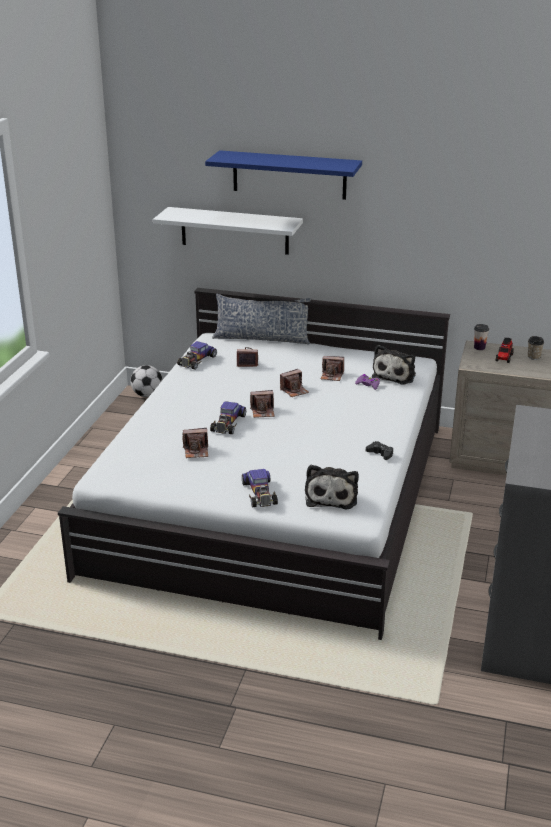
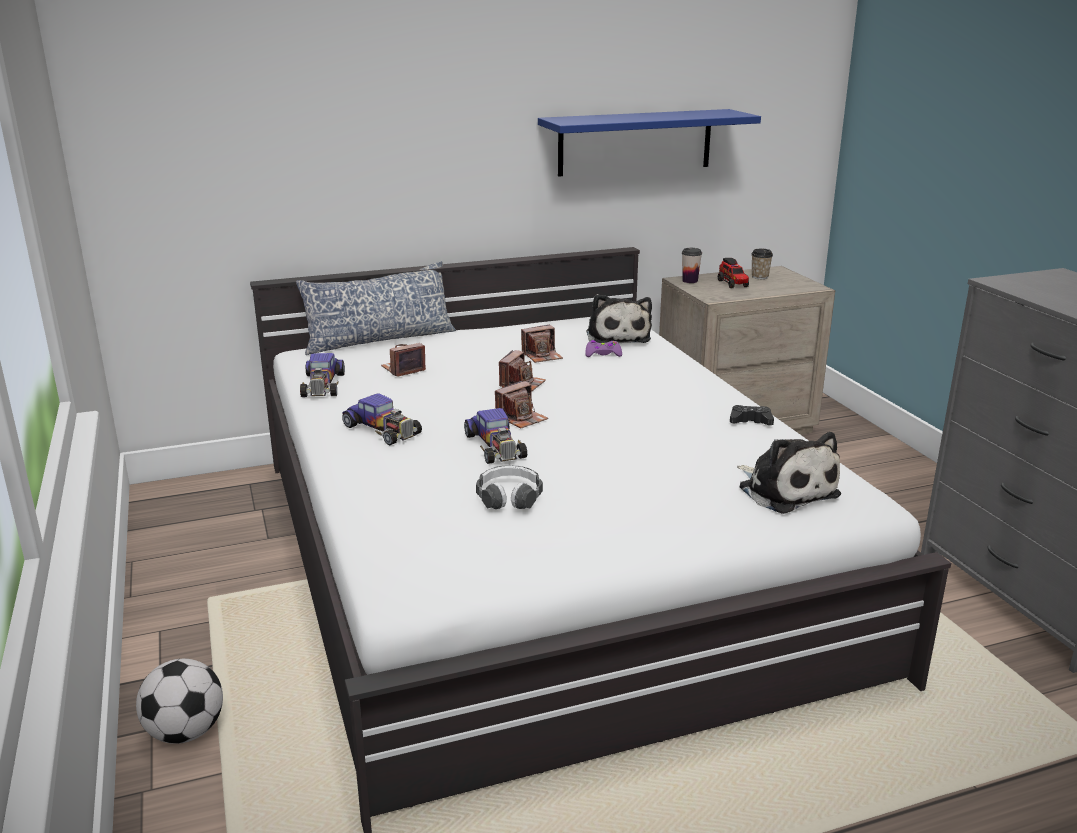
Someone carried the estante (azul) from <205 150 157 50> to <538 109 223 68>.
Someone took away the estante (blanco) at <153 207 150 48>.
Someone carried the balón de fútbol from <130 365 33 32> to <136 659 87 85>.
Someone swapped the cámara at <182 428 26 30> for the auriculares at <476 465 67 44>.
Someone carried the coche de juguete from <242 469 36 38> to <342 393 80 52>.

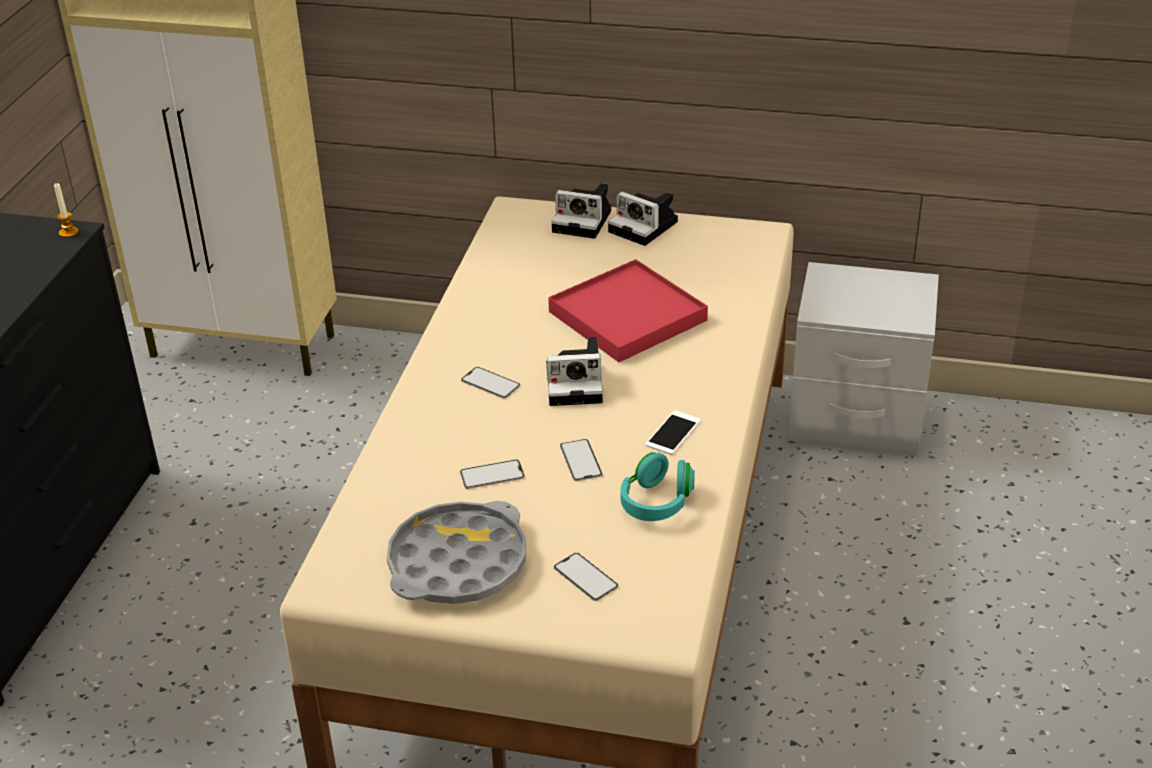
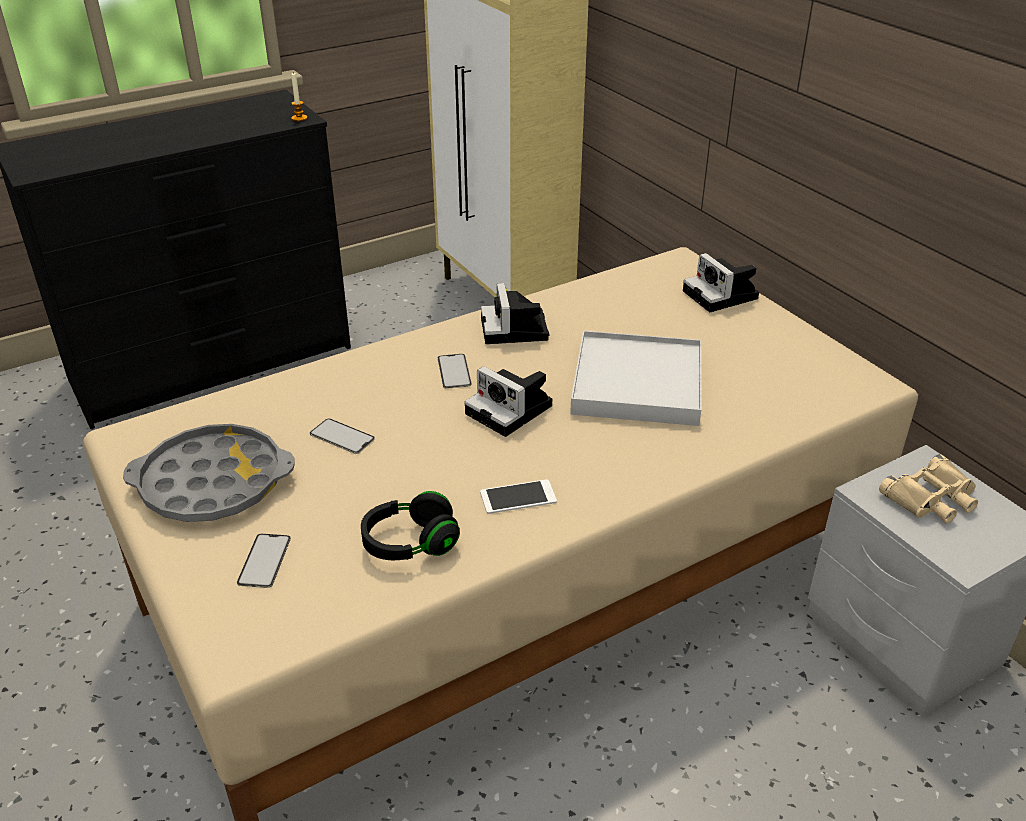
Someone carried the cámara from <608 192 70 54> to <481 283 68 61>.
Someone repainted the bandeja (rojo) at <548 259 160 103>, which became the bandeja (blanco) at <570 331 132 95>.
Someone took away the móvil at <560 439 42 42>.
Someone repainted the auriculares (turquesa) at <620 452 75 69>, which became the auriculares (negro) at <361 491 99 69>.
Someone put down the prismáticos (beis) at <879 454 99 69>.

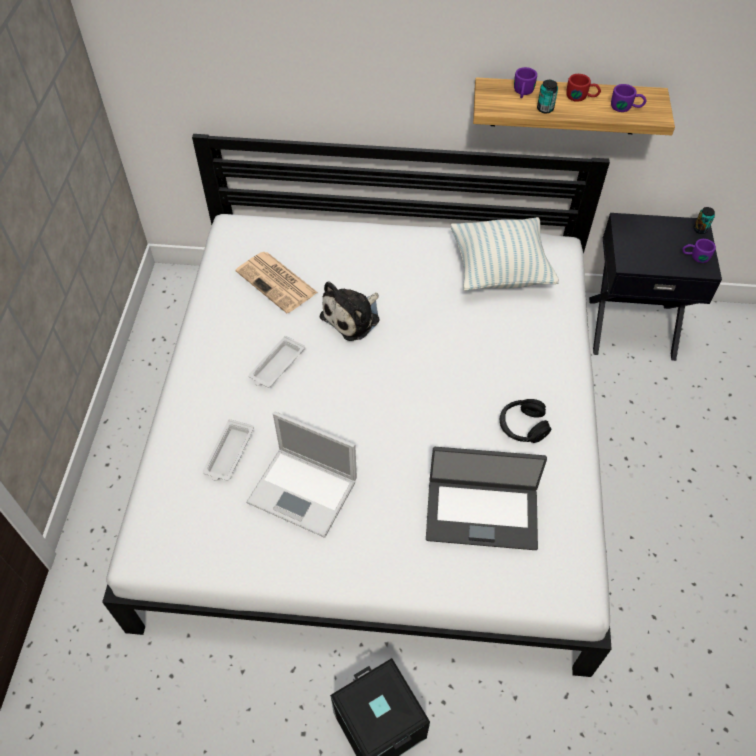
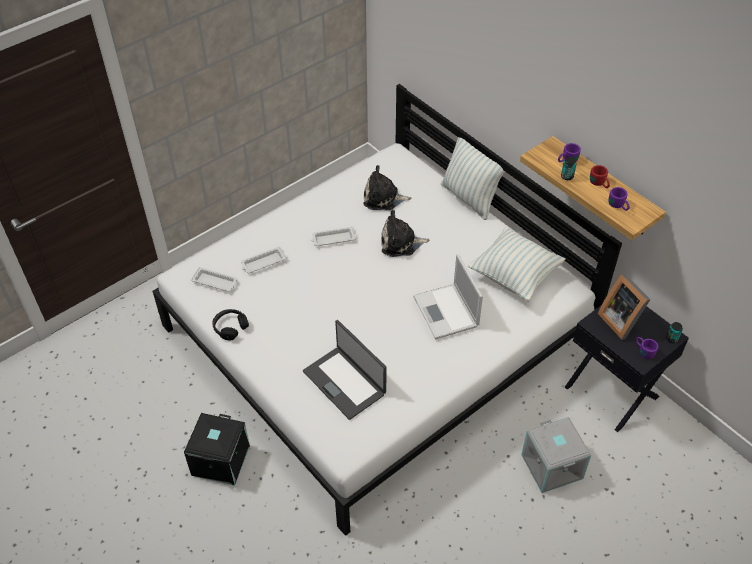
Someone swapped the periódico at <236 252 82 61> for the peluche at <363 165 48 45>.
Someone carried the auriculares (negro) from <500 399 51 44> to <212 309 37 31>.
Someone carried the portátil from <246 412 111 126> to <413 254 70 85>.
Someone put down the cojín at <441 137 64 83>.
Someone put down the bandeja (blanco) at <191 267 46 25>.
Someone put down the portarretratos at <598 273 53 67>.
Someone put down the caja de almacenaje (gris) at <521 417 70 76>.

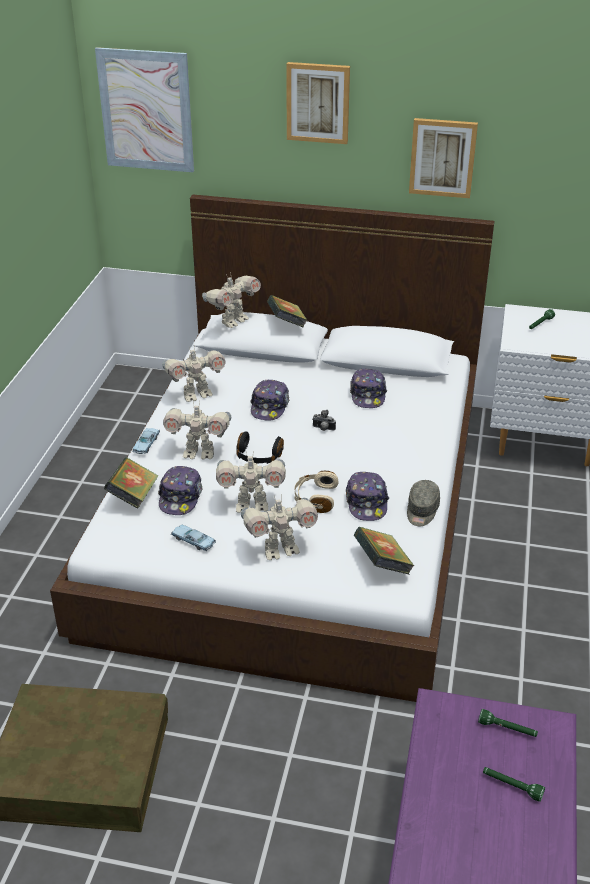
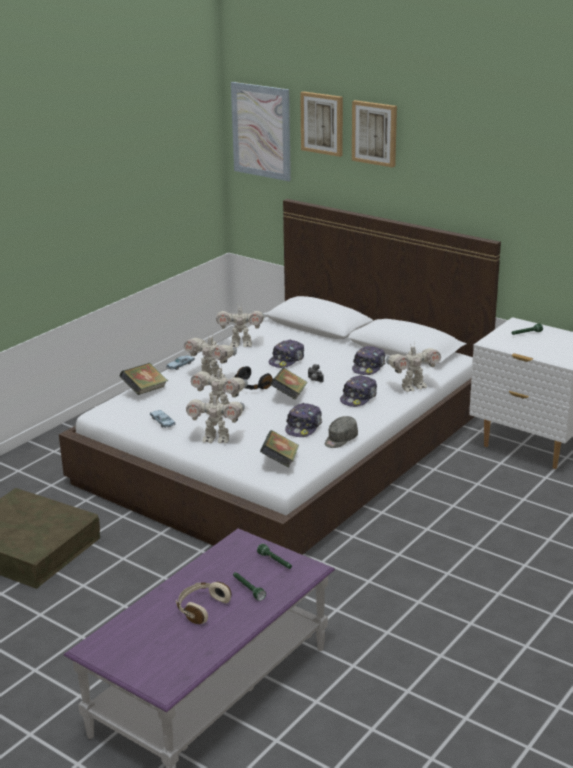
Someone carried the cuadro from <409 118 69 80> to <300 91 43 66>.
Someone carried the robot de juguete from <202 272 59 56> to <386 344 55 48>.
Someone carried the libro from <267 295 41 33> to <270 368 38 32>.
Someone carried the gorra from <158 466 45 49> to <340 375 37 32>.
Someone carried the auriculares (beis) from <294 471 44 42> to <176 581 56 43>.

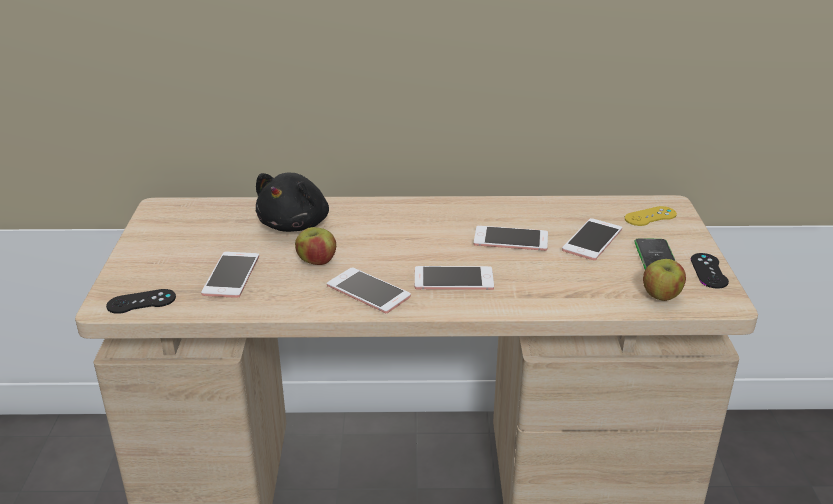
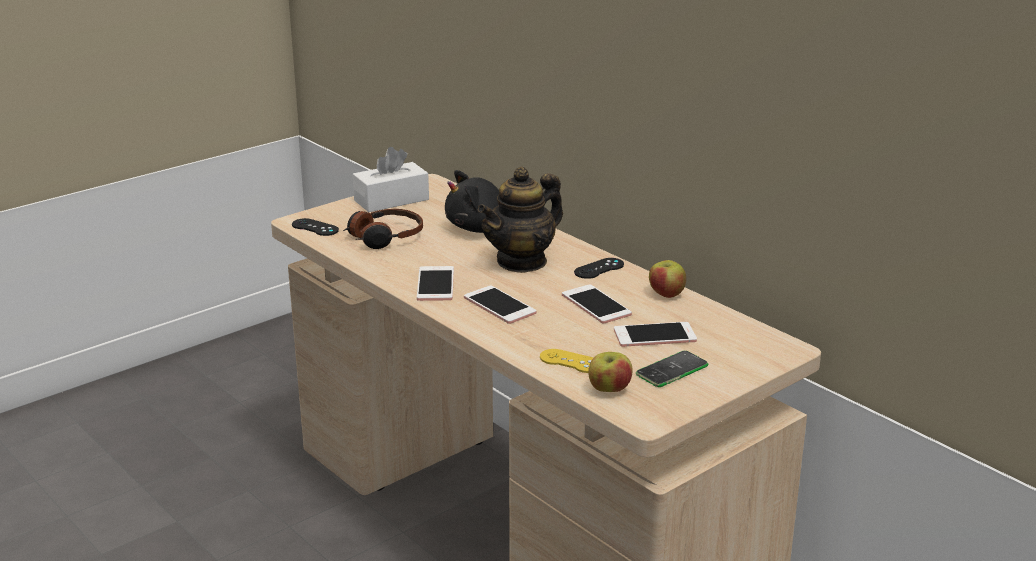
Someone carried the mando de consola (amarillo) from <625 206 52 20> to <540 349 54 24>.
Someone carried the manzana from <295 227 41 38> to <649 260 37 38>.
Someone swapped the móvil at <201 252 58 46> for the auriculares at <343 209 80 40>.
Someone carried the mando de consola (negro) from <691 253 38 36> to <574 258 50 21>.
Someone put down the caja de pañuelos (blanco) at <353 147 76 65>.
Someone put down the tetera at <478 166 85 107>.

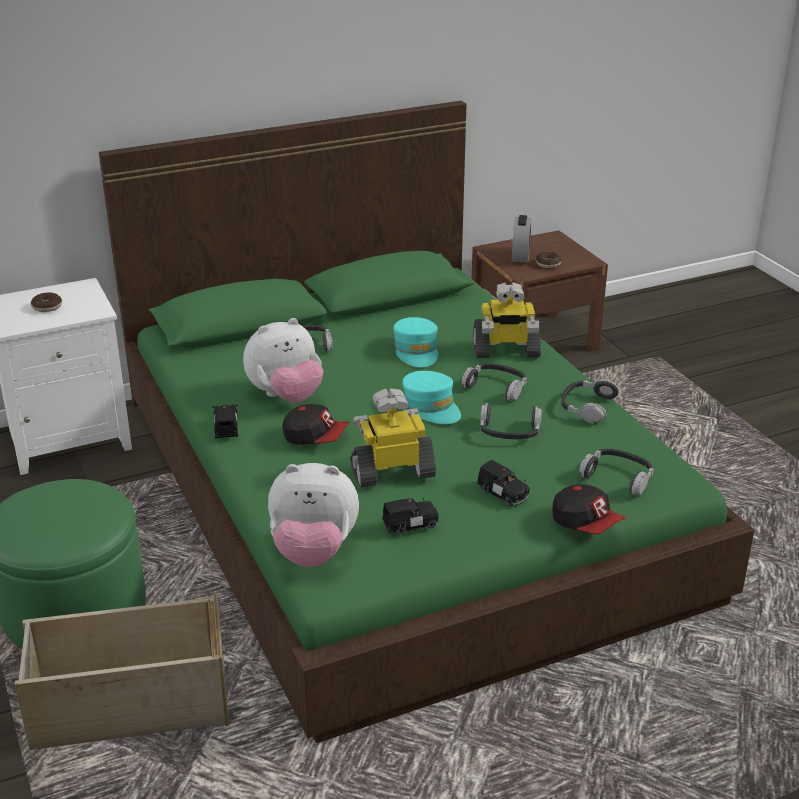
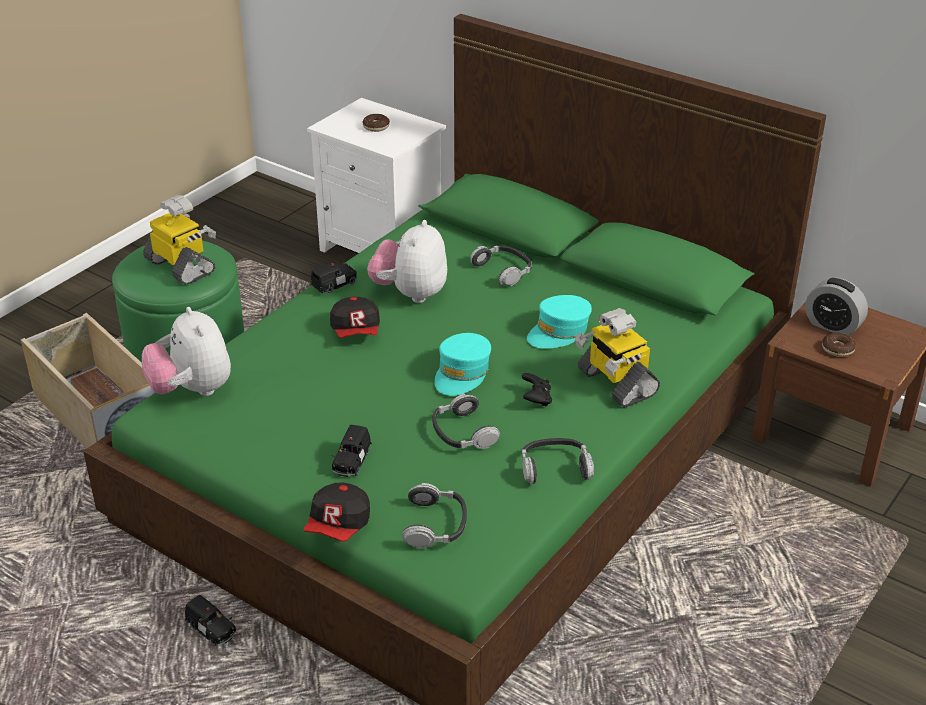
Someone rotated the despertador at <512 215 20 48> by 60 degrees clockwise.
Someone rotated the peluche at <243 318 80 85> by 75 degrees clockwise.
Someone swapped the auriculares at <461 363 66 38> for the mando de consola (negro) at <522 373 30 34>.
Someone carried the robot de juguete from <350 389 86 99> to <143 195 73 90>.
Someone carried the coche de juguete (negro) from <382 498 57 37> to <185 595 51 51>.

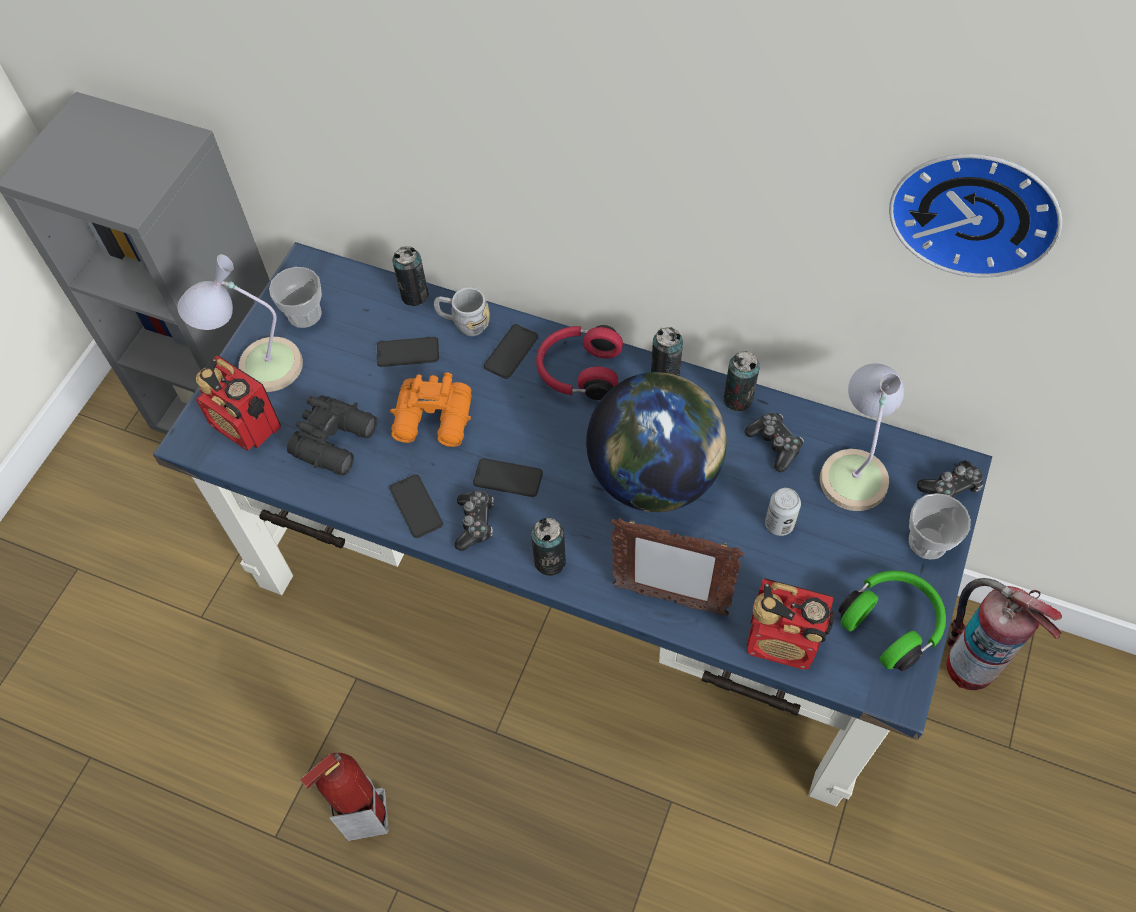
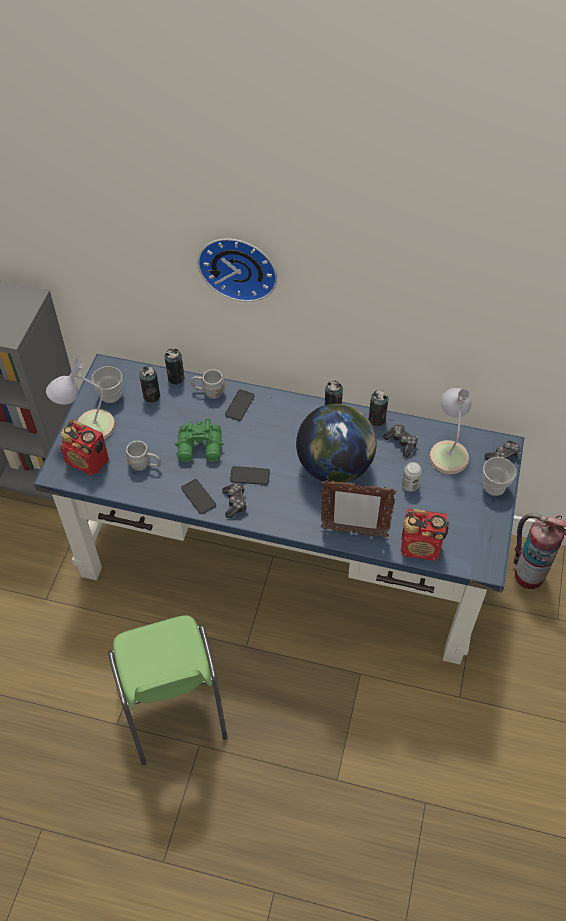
Someone carried the reloj de pared from <889 154 173 124> to <198 238 79 64>.
Someone took away the auriculares (rojo) at <536 325 87 75>.
Someone took away the móvil at <377 337 62 30>.
Someone repainted the prismáticos (naranja) at <390 373 82 74>, which became the prismáticos (verde) at <175 418 49 44>.
Someone swapped the prismáticos (negro) at <287 395 90 81> for the taza grande (gris) at <126 441 35 30>.
Someone carried the lata from <531 518 35 58> to <139 366 21 37>.
Someone took away the auriculares (verde) at <838 571 108 100>.
Someone swapped the extintor at <300 753 89 88> for the silla (verde) at <108 615 120 150>.

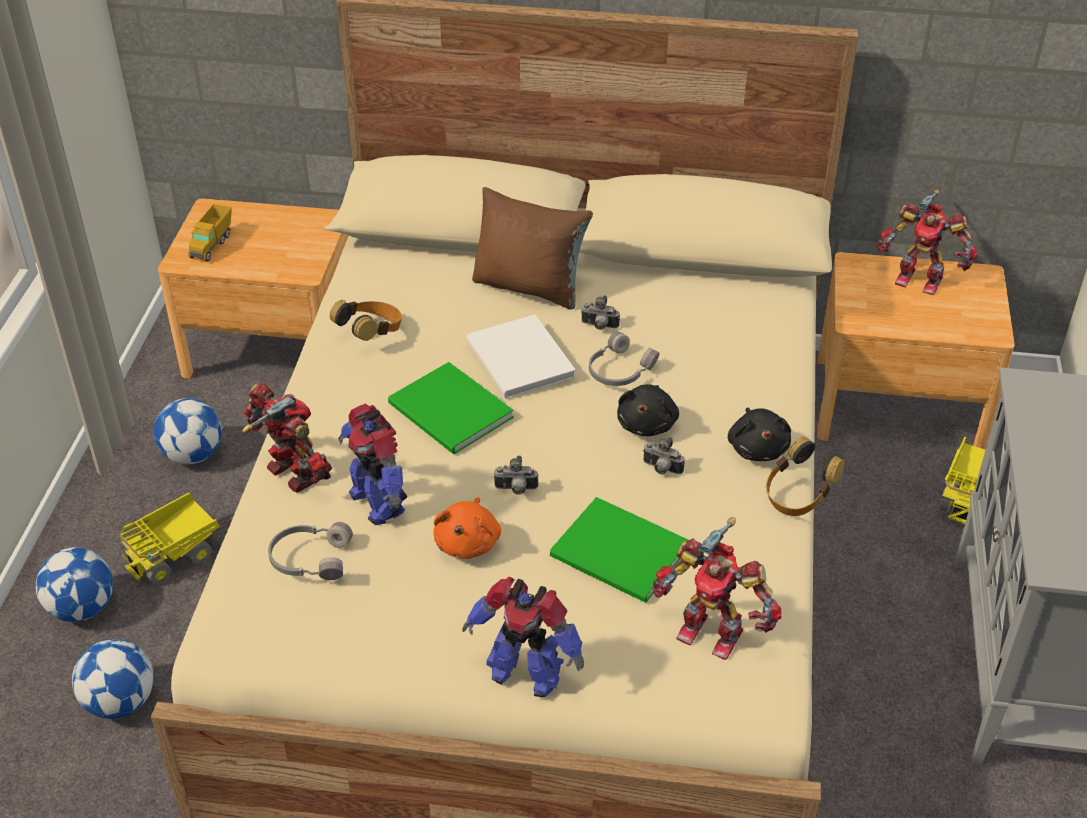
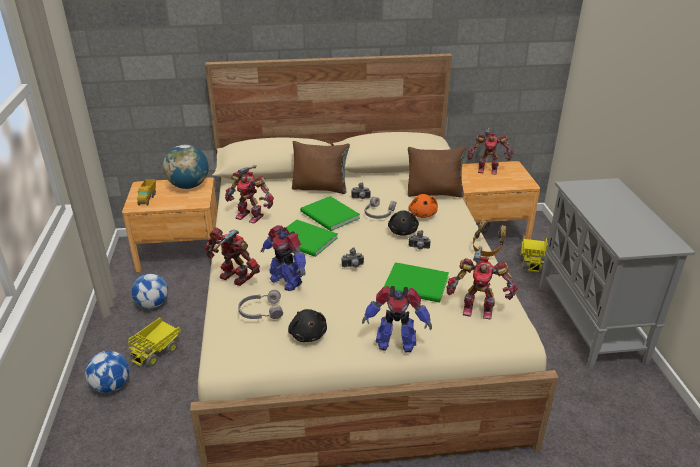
Someone swapped the auriculares at <330 300 72 41> for the robot de juguete at <225 165 49 58>.
Someone repainted the libro (blanco) at <466 315 110 84>, which became the libro (verde) at <300 196 60 35>.
Someone carried the peluche (negro) from <728 408 63 53> to <288 309 39 33>.
Someone carried the peluche (naranja) from <434 497 67 62> to <408 194 30 24>.
Someone took away the balón de fútbol at <72 639 82 80>.
Someone put down the globo terráqueo at <163 145 46 44>.
Someone put down the cojín (marrón) at <408 146 58 52>.

